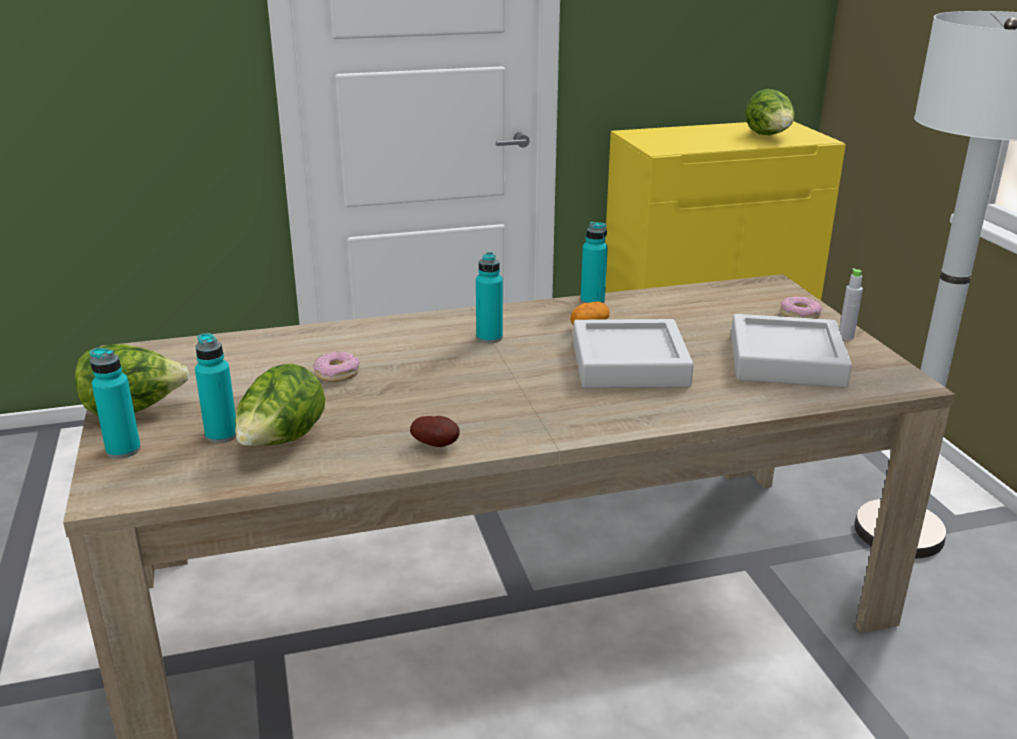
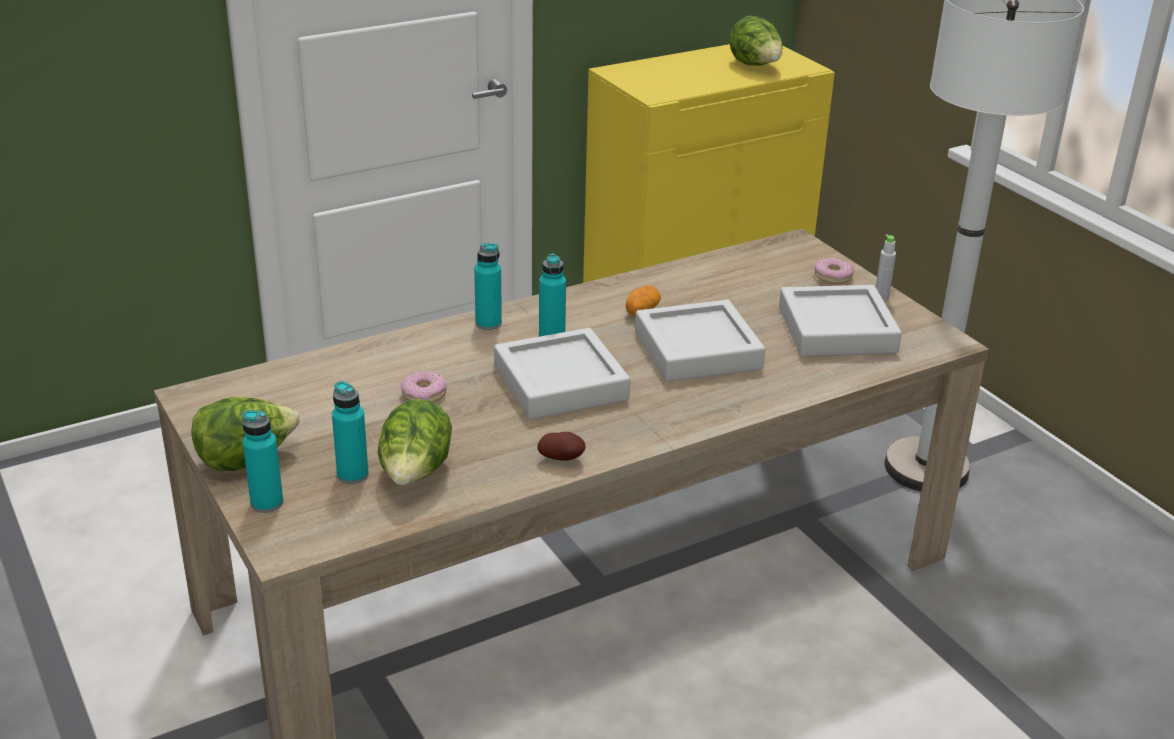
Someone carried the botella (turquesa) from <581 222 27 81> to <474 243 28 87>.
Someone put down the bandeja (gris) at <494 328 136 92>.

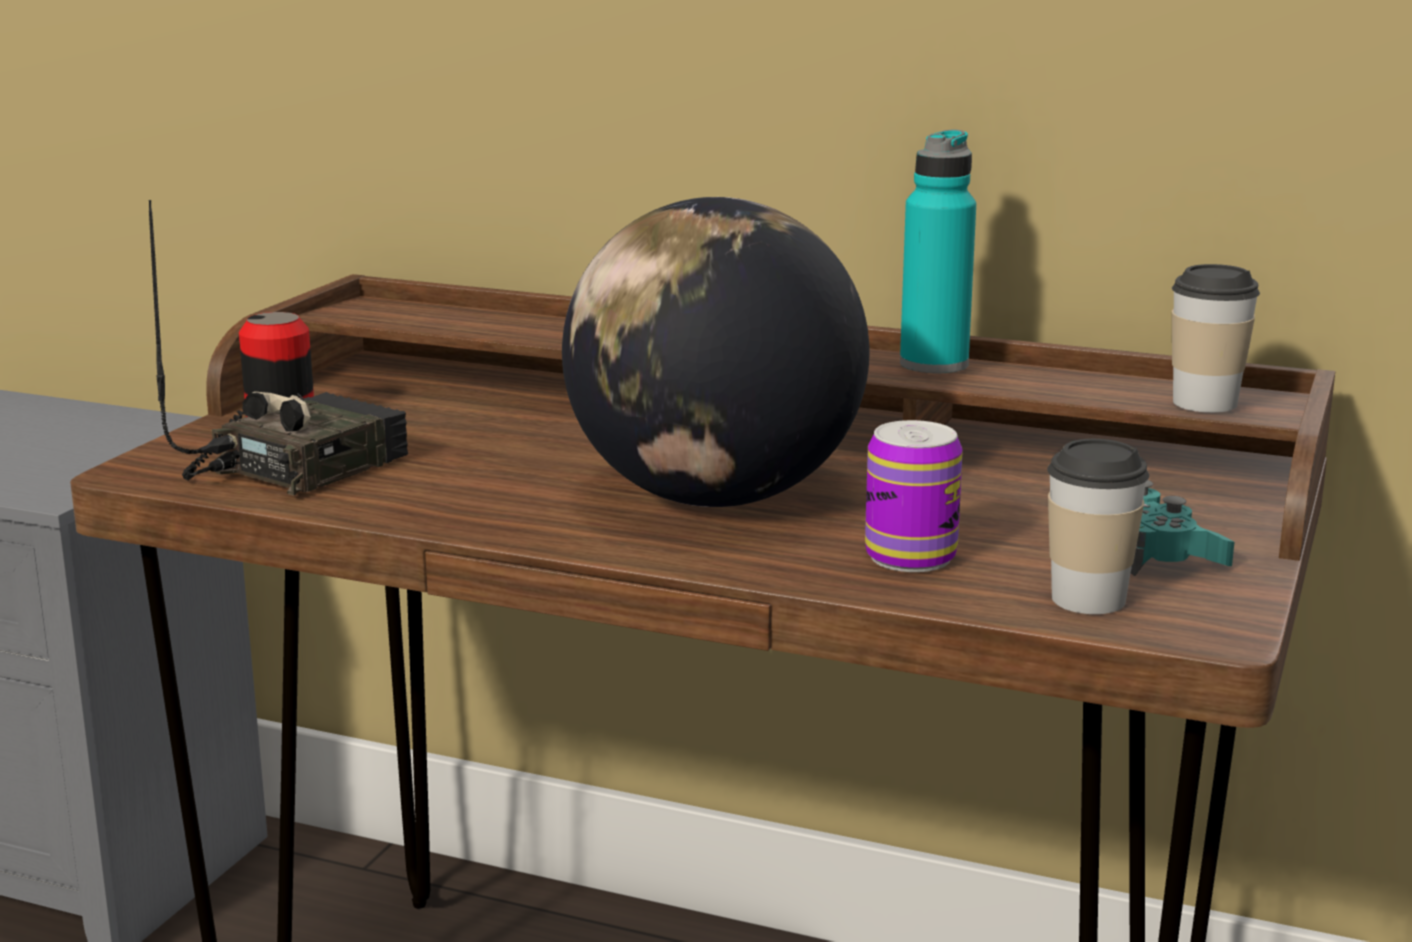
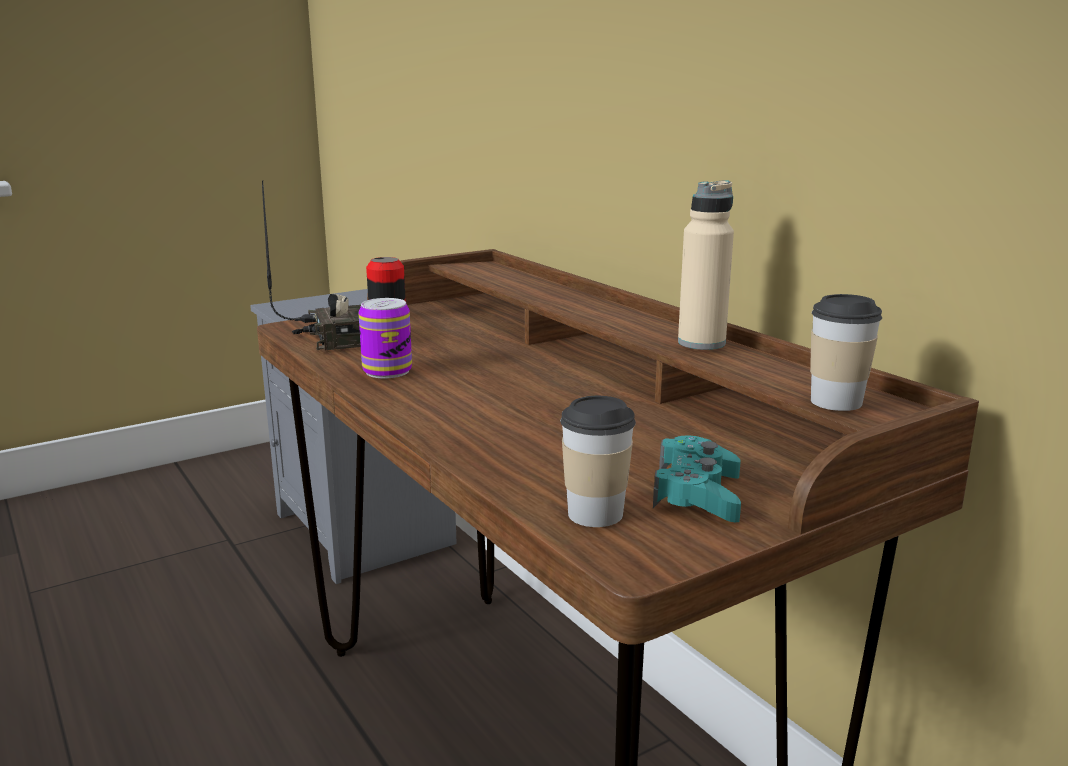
Someone repainted the botella (turquesa) at <900 129 76 244>, which became the botella (beis) at <678 180 56 170>.
Someone took away the globo terráqueo at <562 197 307 310>.
Someone carried the lata from <865 420 98 152> to <359 298 53 81>.

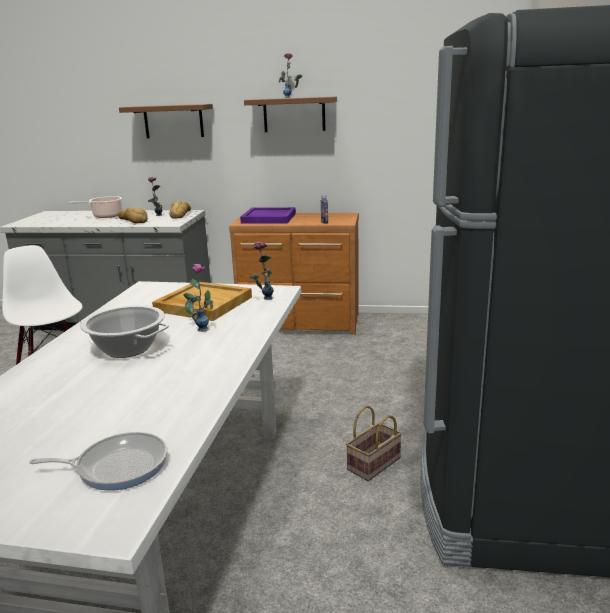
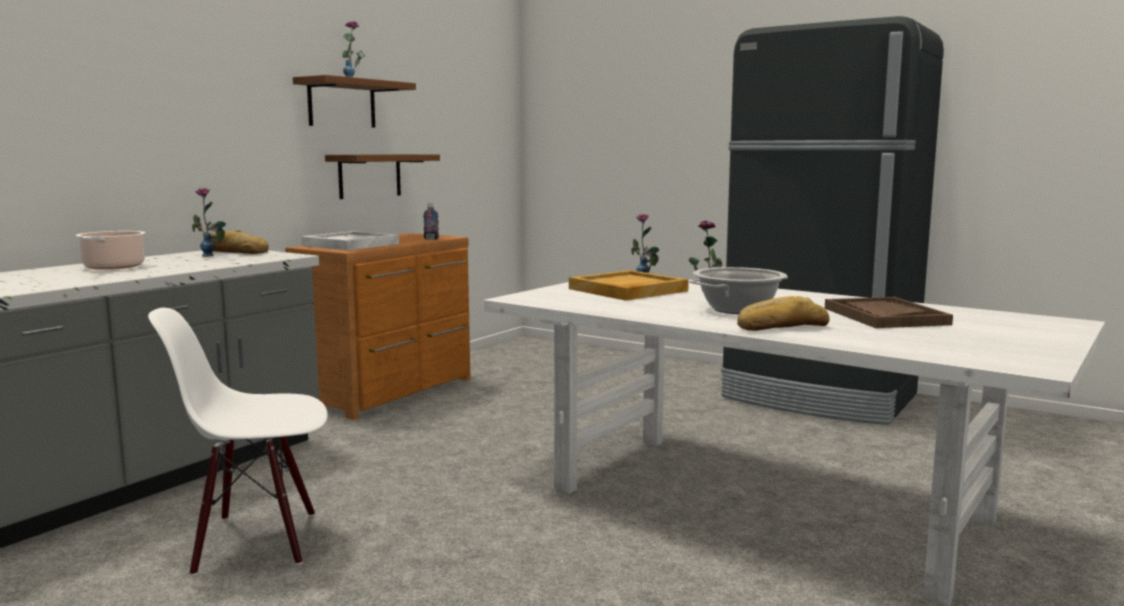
Someone carried the estante (marrón) from <119 104 94 34> to <325 154 115 45>.
Someone carried the pan from <118 207 30 16> to <737 296 92 35>.
Someone repainted the bandeja (morado) at <240 207 56 16>, which became the bandeja (blanco) at <301 231 98 20>.
Someone took away the cesta at <346 406 56 75>.
Someone took away the sartén at <29 432 138 59>.
Someone put down the bandeja (marrón) at <825 297 128 31>.

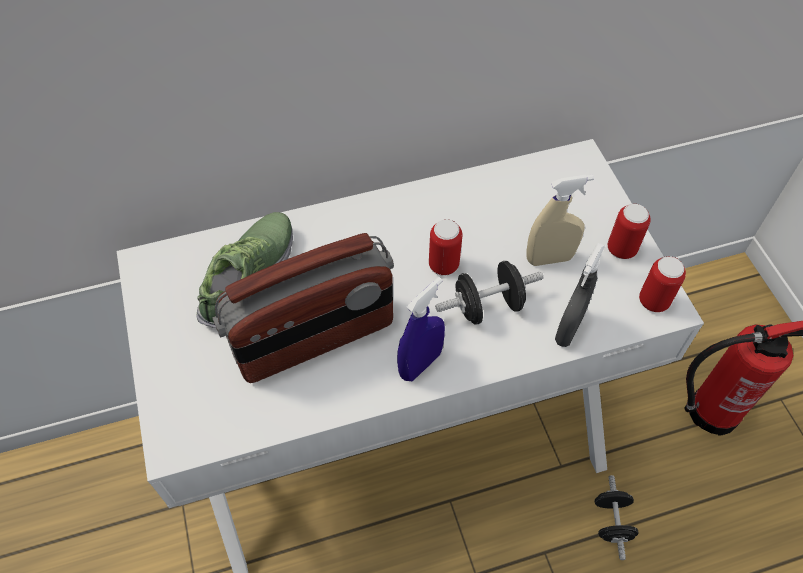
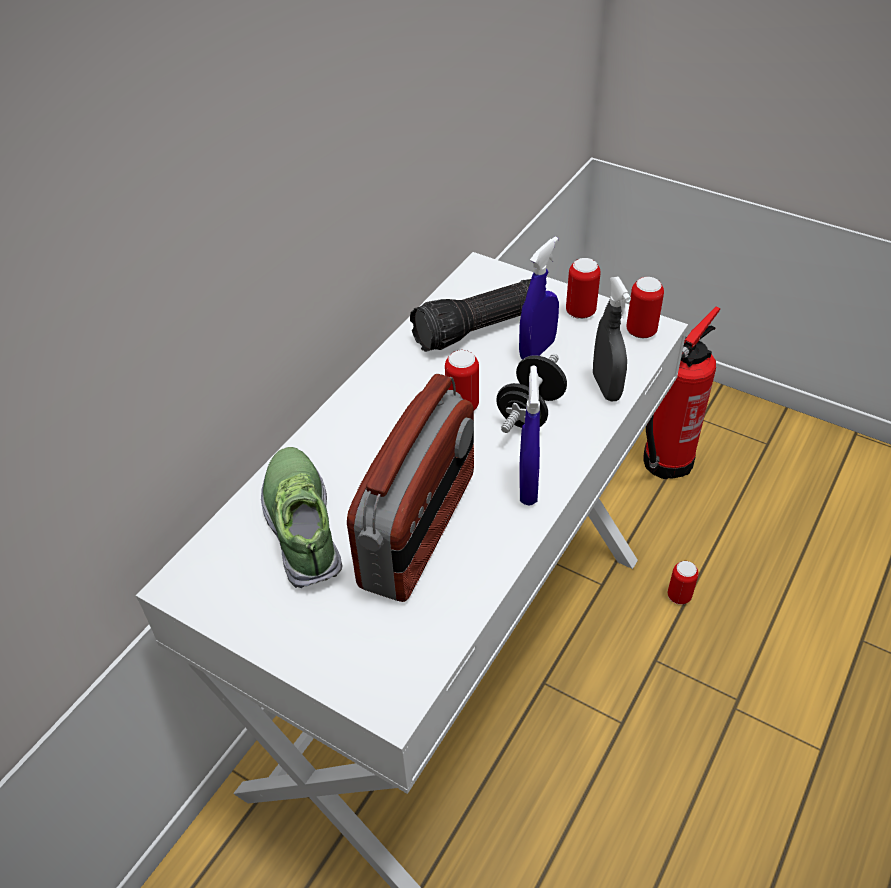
Someone repainted the pulverizador (beis) at <526 175 68 91>, which became the pulverizador (azul) at <519 236 40 123>.
Someone swapped the mancuerna (negro) at <594 475 44 85> for the lata at <668 561 31 44>.
Someone put down the linterna at <410 279 121 73>.

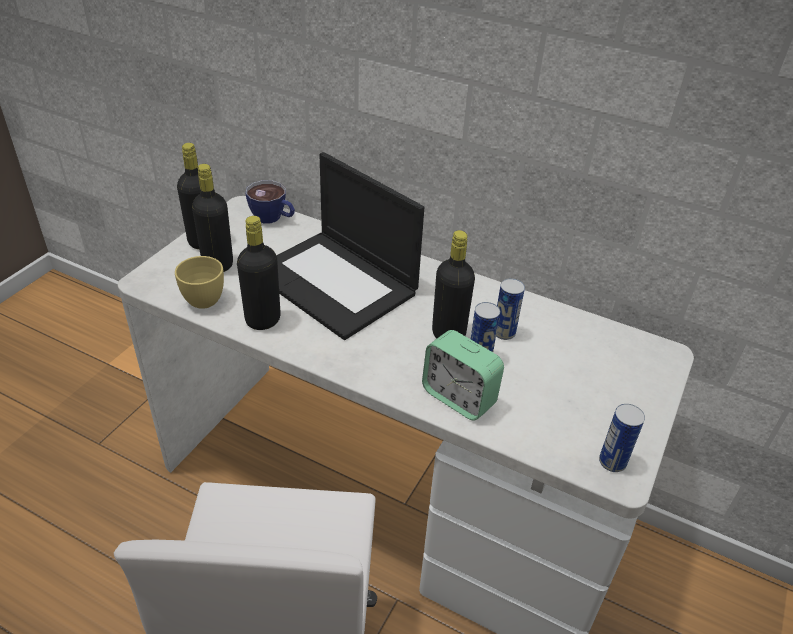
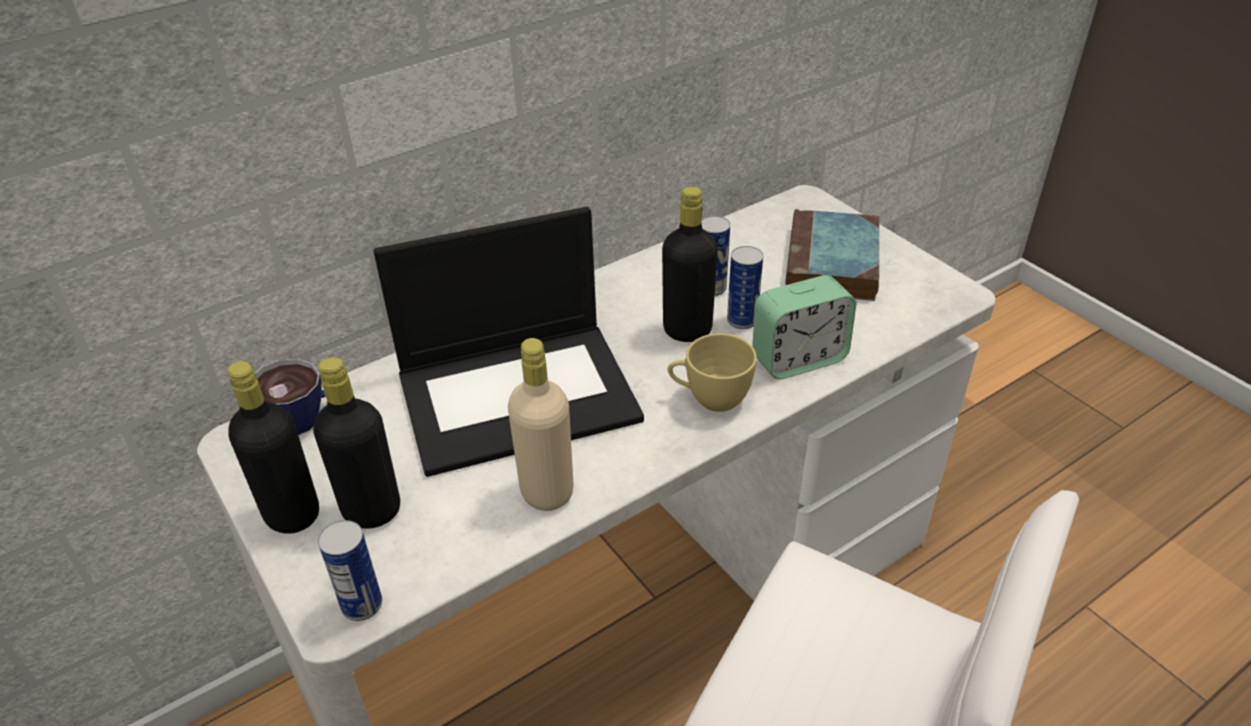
Someone repainted the botella (negro) at <237 216 43 114>, which became the botella (beis) at <508 338 66 173>.
Someone carried the taza (amarillo) from <175 256 49 53> to <668 333 89 79>.
Someone carried the lata from <599 404 46 68> to <318 520 64 101>.
Someone put down the libro at <785 209 94 92>.

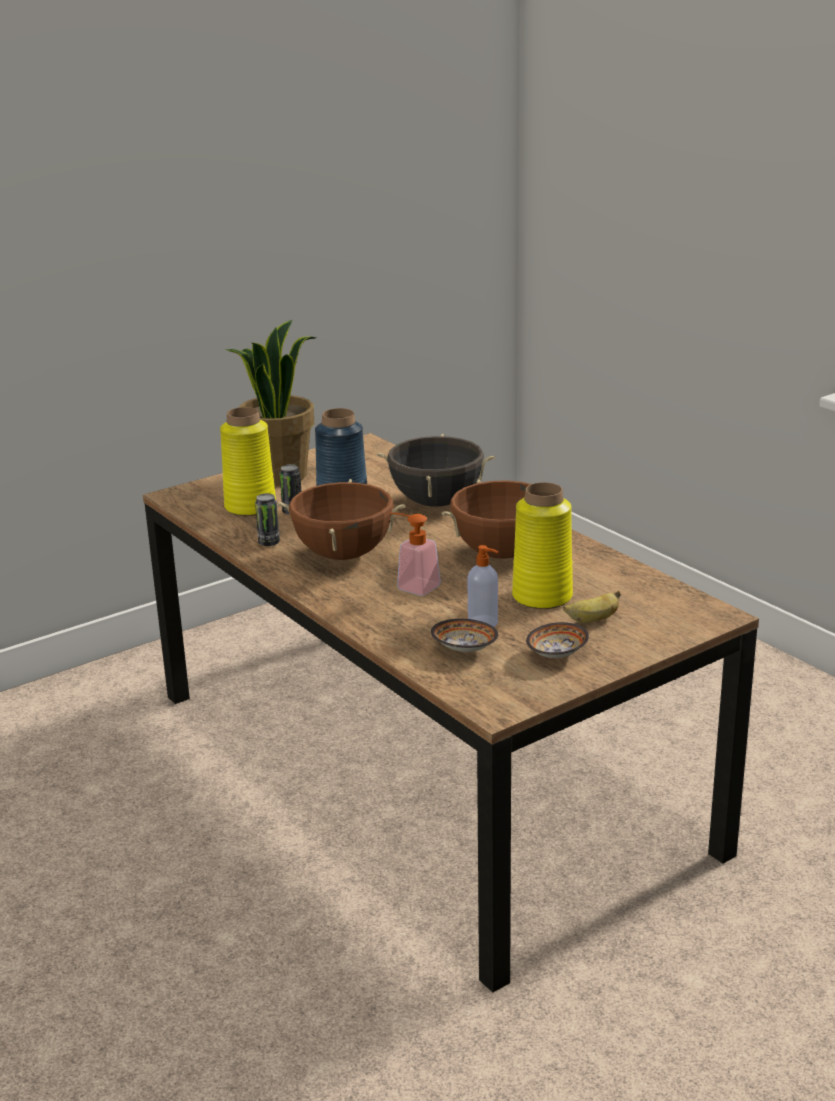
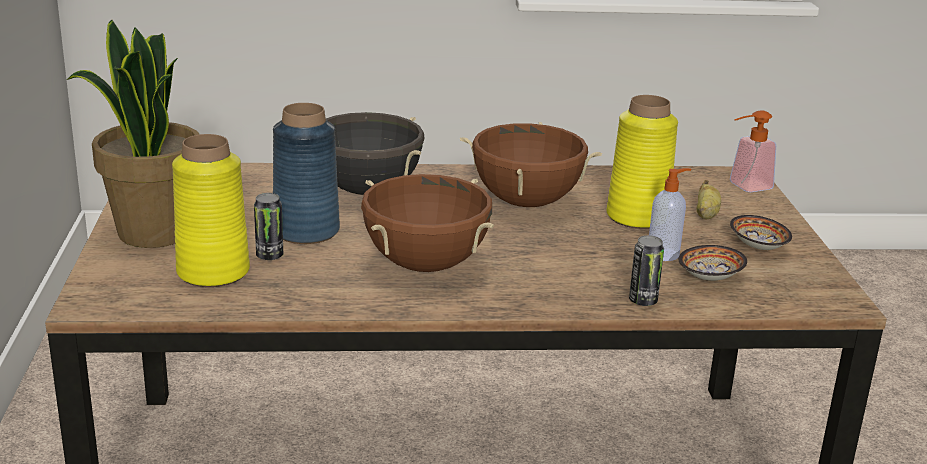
Someone carried the lata from <255 493 25 53> to <629 235 35 71>.
Someone carried the dispensador de jabón from <390 512 51 84> to <730 110 46 82>.

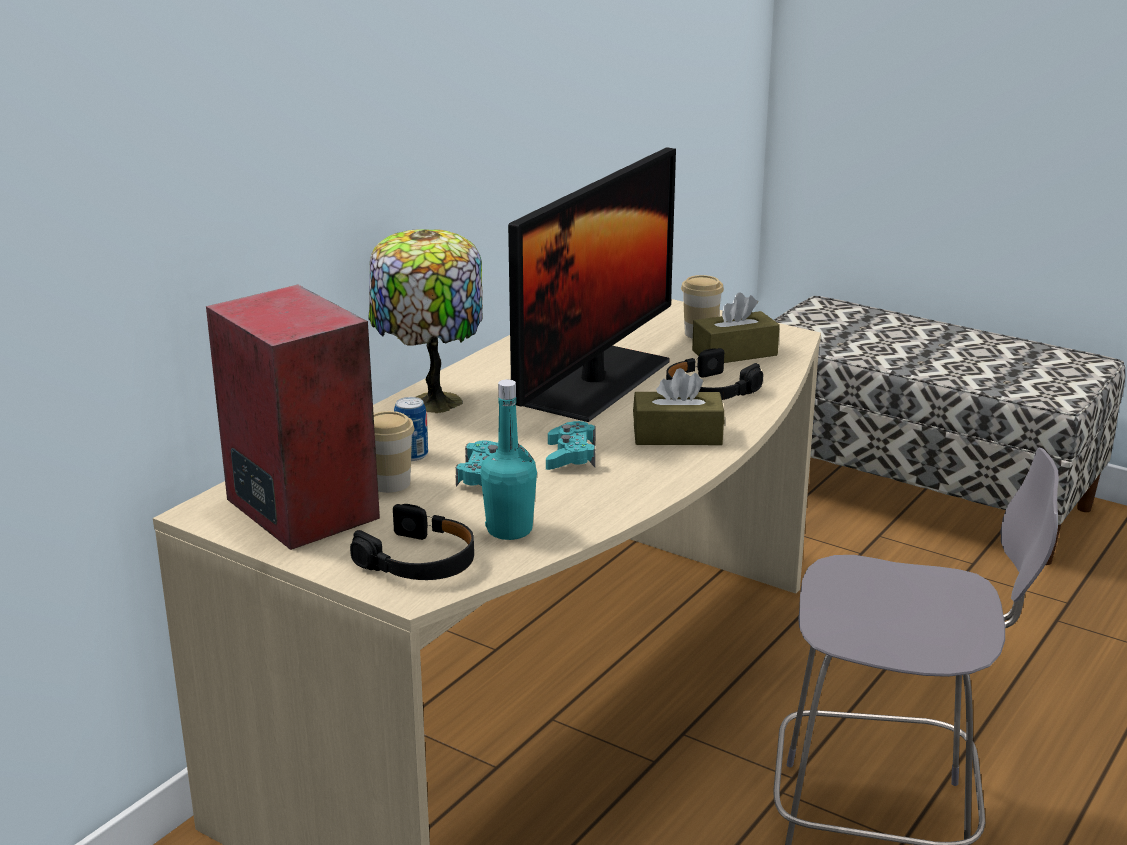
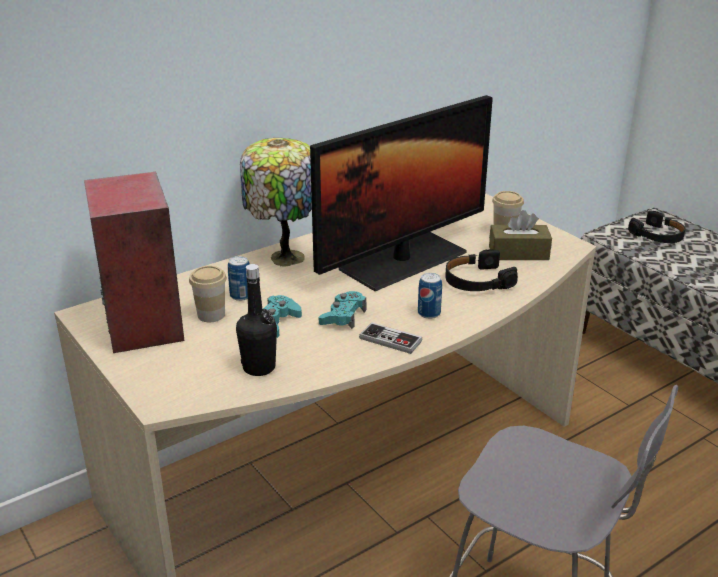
Someone swapped the caja de pañuelos (marrón) at <633 368 91 77> for the lata at <418 273 24 46>.
Someone repainted the botella (turquesa) at <480 379 57 161>, which became the botella (negro) at <236 264 41 112>.
Someone carried the auriculares (negro) from <350 504 124 76> to <628 210 57 33>.
Someone put down the mando de consola at <359 322 63 32>.

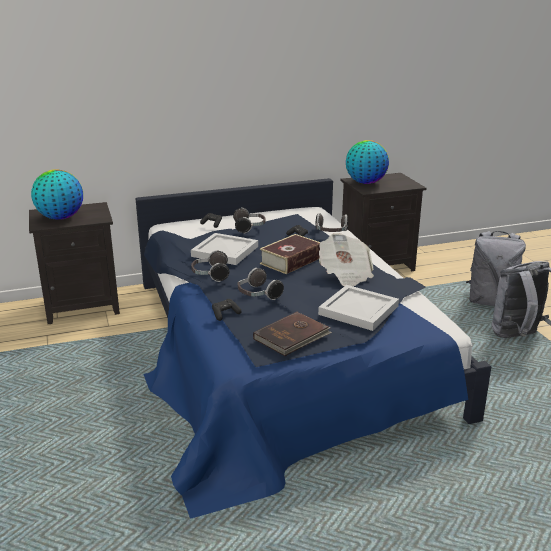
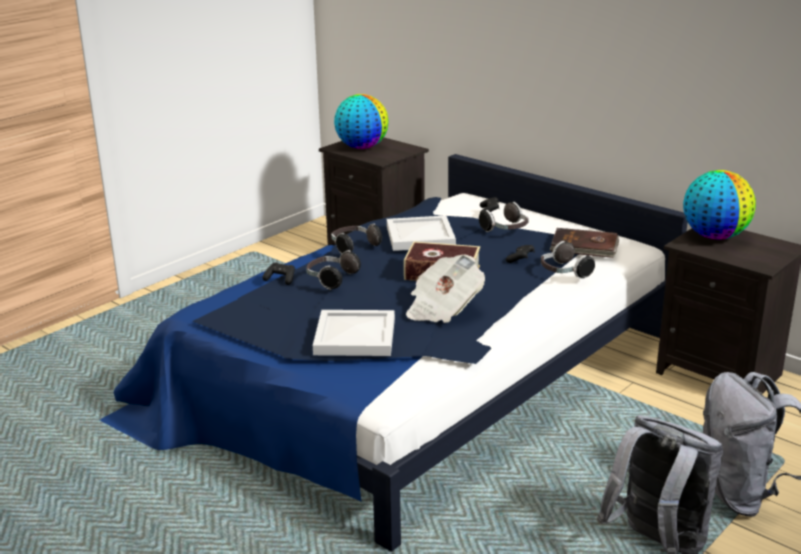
Someone carried the libro (marrón) from <253 312 79 44> to <549 228 70 30>.

